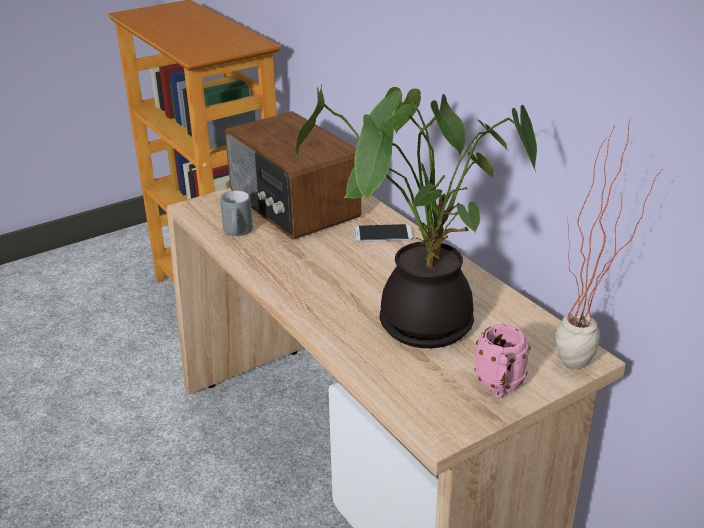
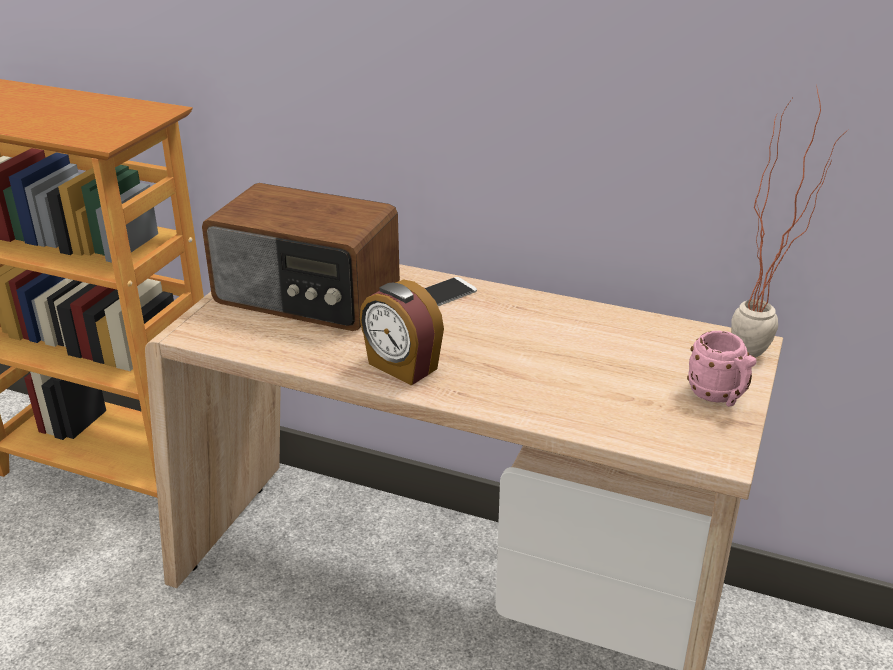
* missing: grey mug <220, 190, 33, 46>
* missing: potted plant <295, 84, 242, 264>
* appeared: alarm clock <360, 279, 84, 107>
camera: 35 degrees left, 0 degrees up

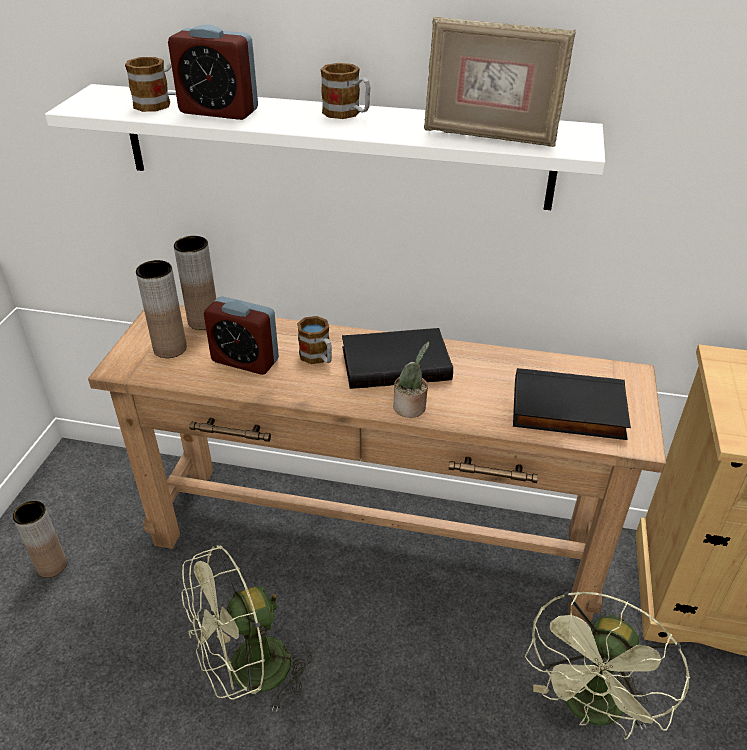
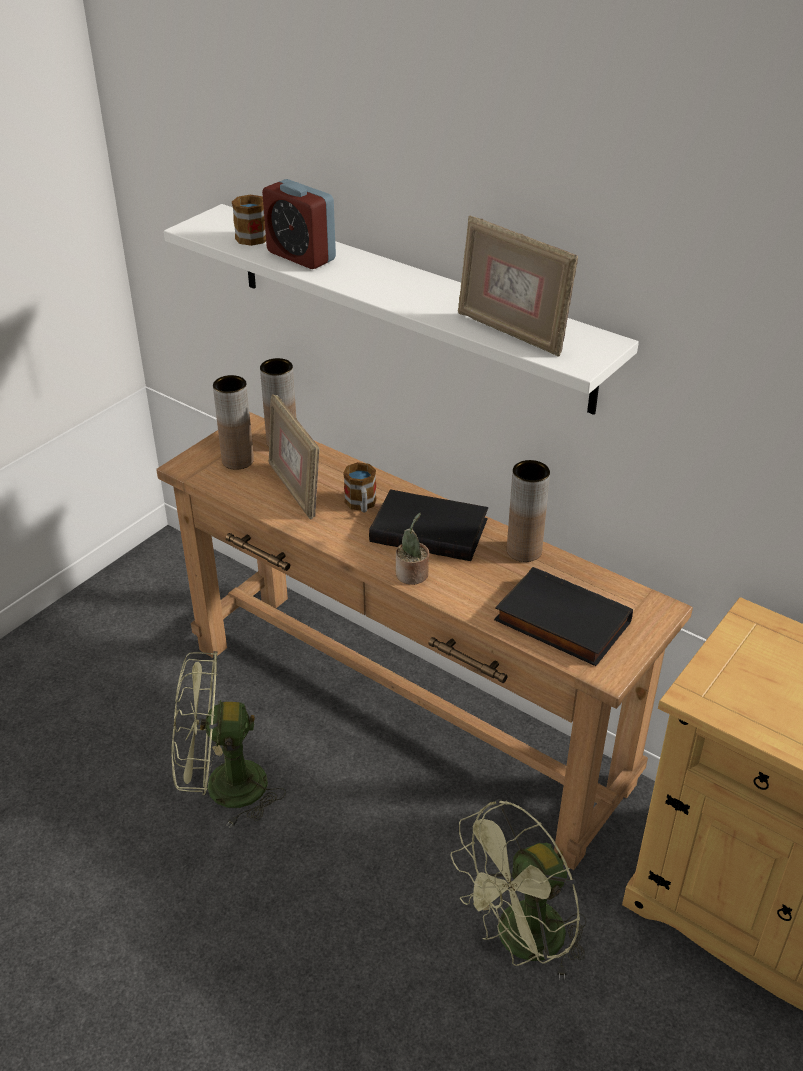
* relocated: brown vase <13, 501, 54, 77> to <507, 460, 43, 102>
* exchanged: alarm clock <204, 296, 75, 79> to picture frame <269, 394, 50, 125>
* missing: mug <320, 63, 51, 56>
camera: 25 degrees right, 0 degrees up

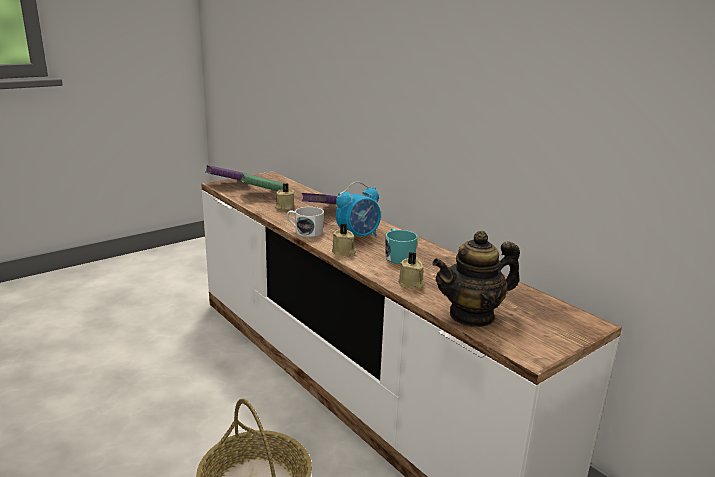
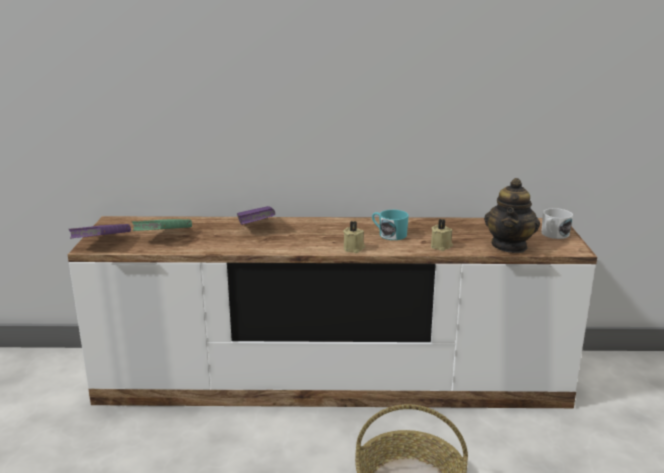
* missing: beige candle <275, 183, 19, 27>
* relocated: white mug <287, 207, 37, 30> to <541, 208, 32, 31>
* missing: alarm clock <336, 181, 45, 55>
camera: 50 degrees left, 0 degrees up

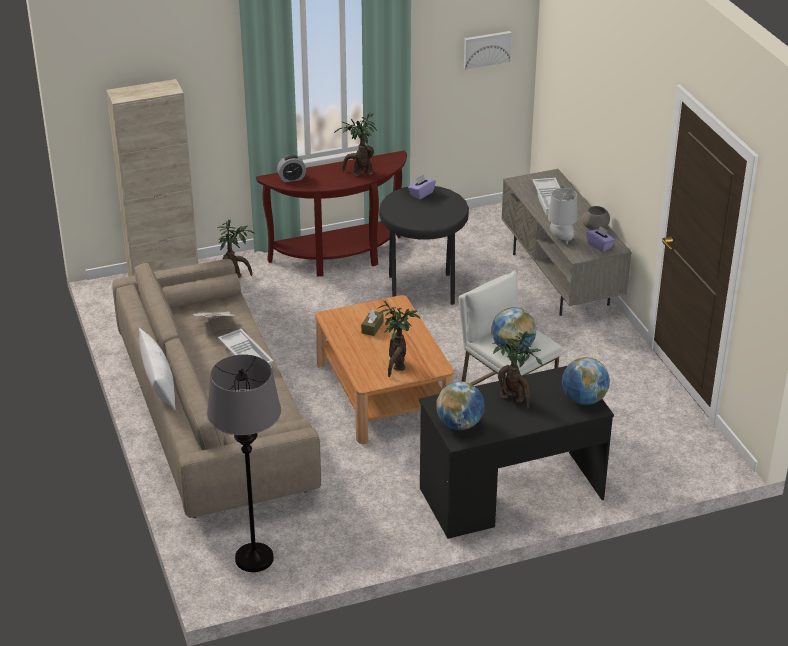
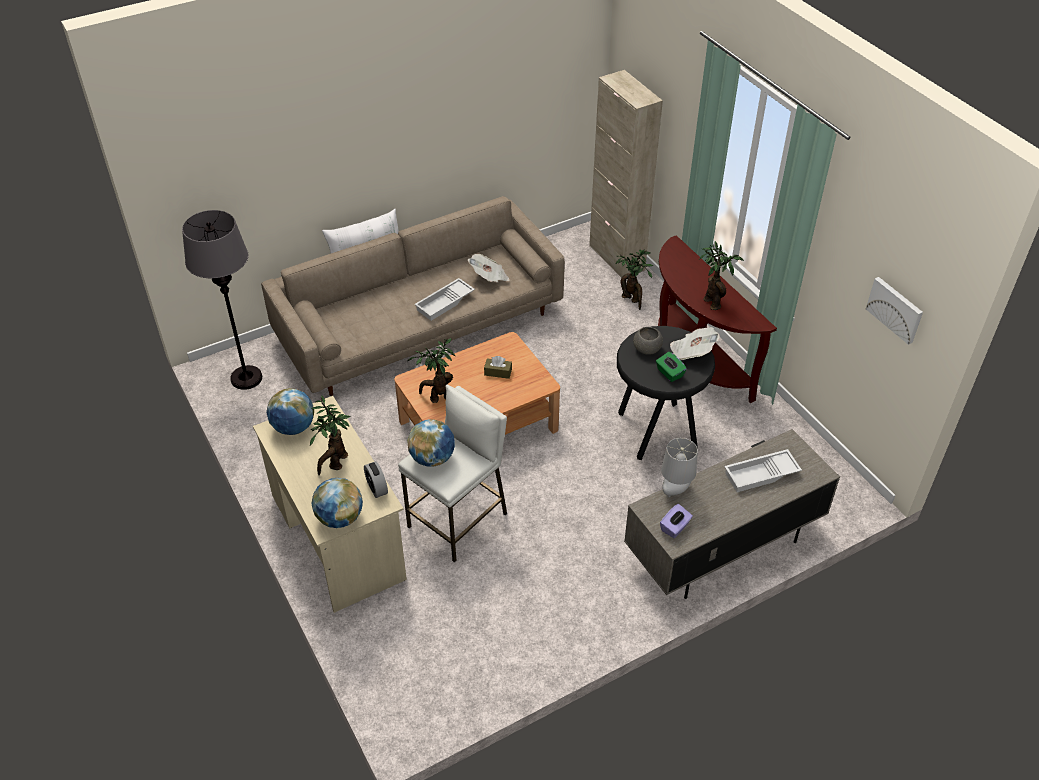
* relocated: alarm clock <277, 155, 29, 27> to <364, 461, 24, 37>
* exchanged: purple tissue box <408, 174, 28, 26> to newspaper <670, 327, 50, 33>
* colour: black desk <419, 366, 195, 173> to beige desk <253, 396, 154, 217>
* relocated: grey bowl <582, 206, 28, 24> to <633, 327, 30, 28>
* appeared: green tissue box <656, 352, 31, 30>
camera: 80 degrees right, 10 degrees up

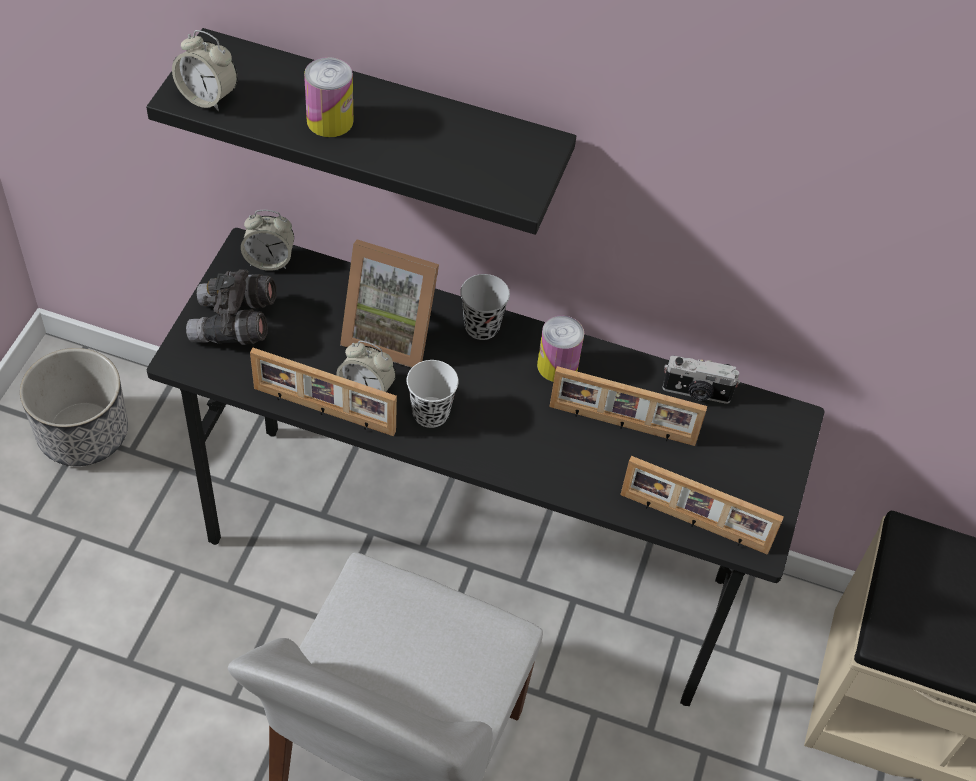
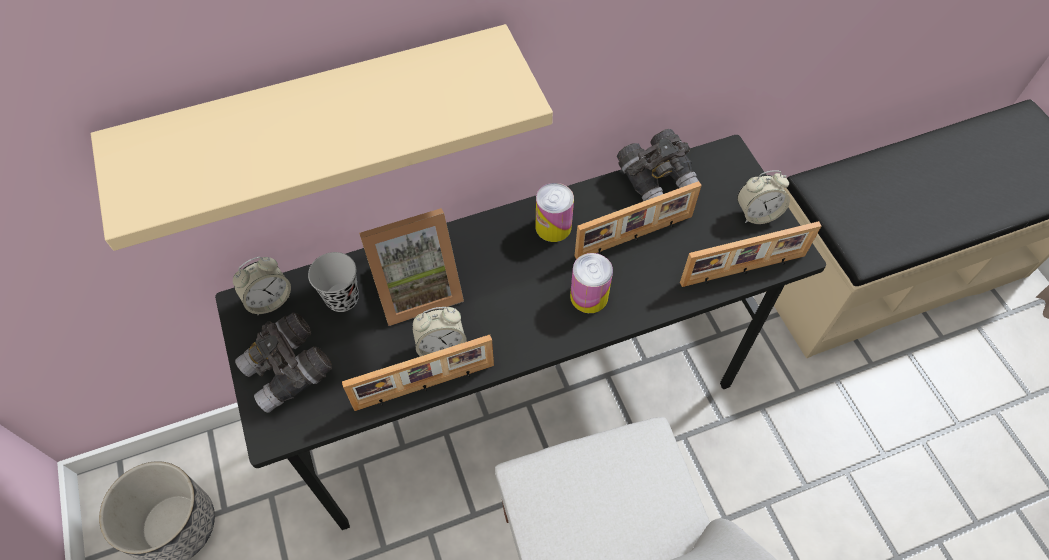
* colour: black shelf <146, 28, 430, 207> to beige shelf <91, 24, 462, 227>
* relocated: alarm clock <172, 30, 66, 81> to <737, 170, 53, 54>
* relocated: can <304, 57, 49, 80> to <570, 253, 43, 60>
* missing: white cup <407, 360, 52, 68>
* relocated: black cup <460, 274, 50, 66> to <308, 252, 51, 60>
* exchanged: photo camera <662, 355, 78, 49> to grey binoculars <617, 129, 81, 72>
camera: 35 degrees left, 5 degrees up

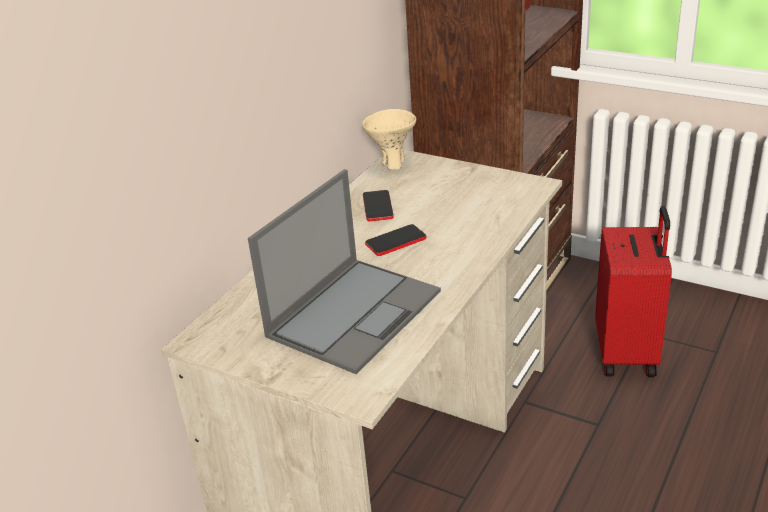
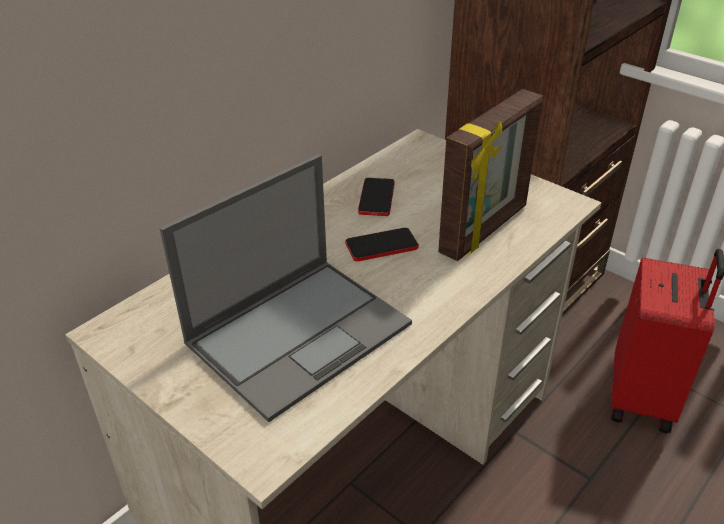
* missing: beige bowl <362, 109, 54, 61>
* appeared: picture frame <438, 89, 105, 172>
camera: 10 degrees right, 5 degrees up

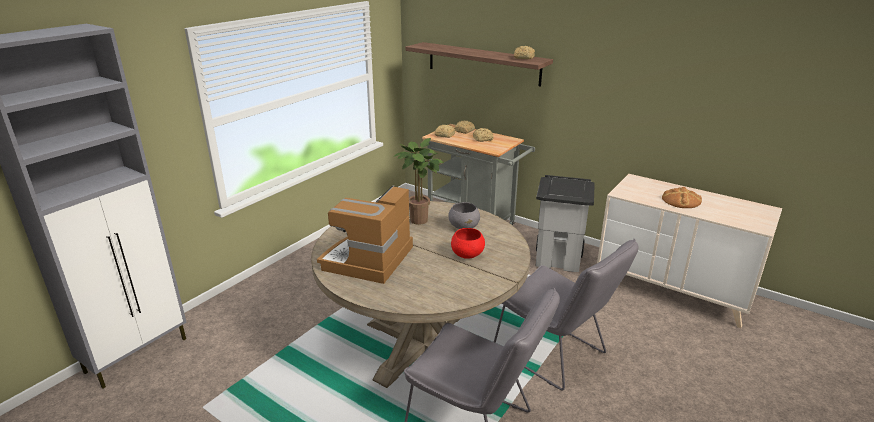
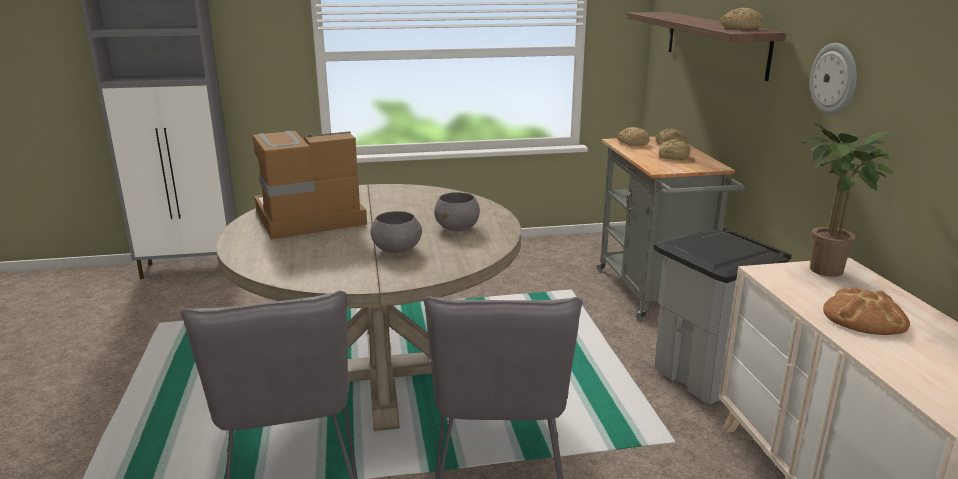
* relocated: potted plant <395, 138, 49, 87> to <802, 122, 92, 155>
* colour: red bowl <451, 228, 34, 31> to grey bowl <371, 211, 51, 42>
* appeared: wall clock <810, 43, 47, 72>
camera: 45 degrees right, 5 degrees down

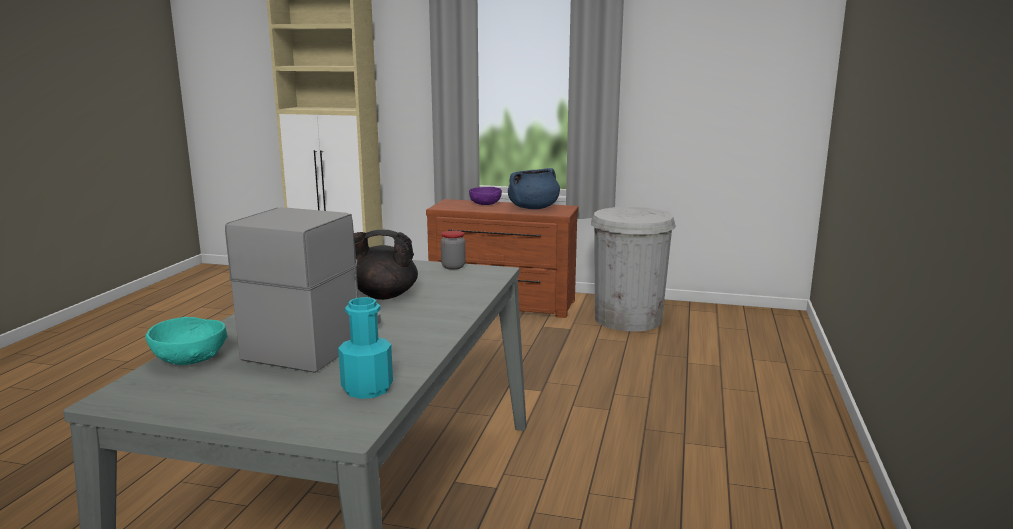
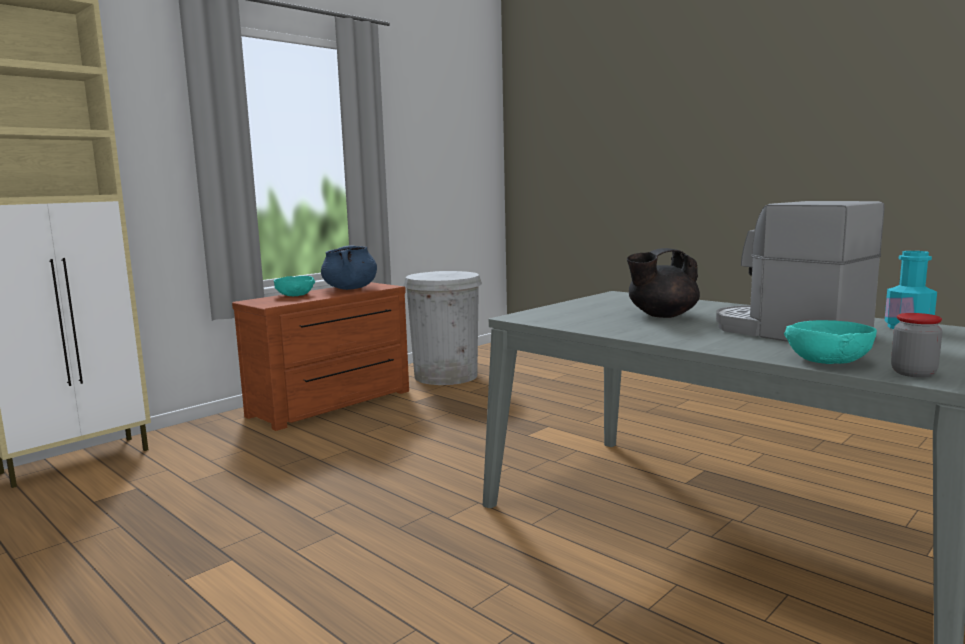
* spun: black teapot <354, 230, 64, 70> = <627, 248, 73, 70> 45 degrees clockwise
* relocated: jar <441, 231, 25, 39> to <891, 313, 52, 65>
* colour: purple bowl <469, 187, 33, 18> to turquoise bowl <274, 276, 41, 20>
camera: 60 degrees left, 5 degrees down

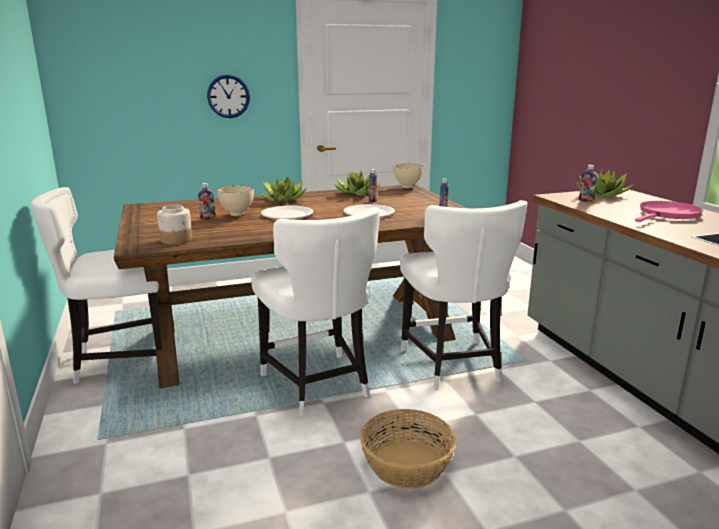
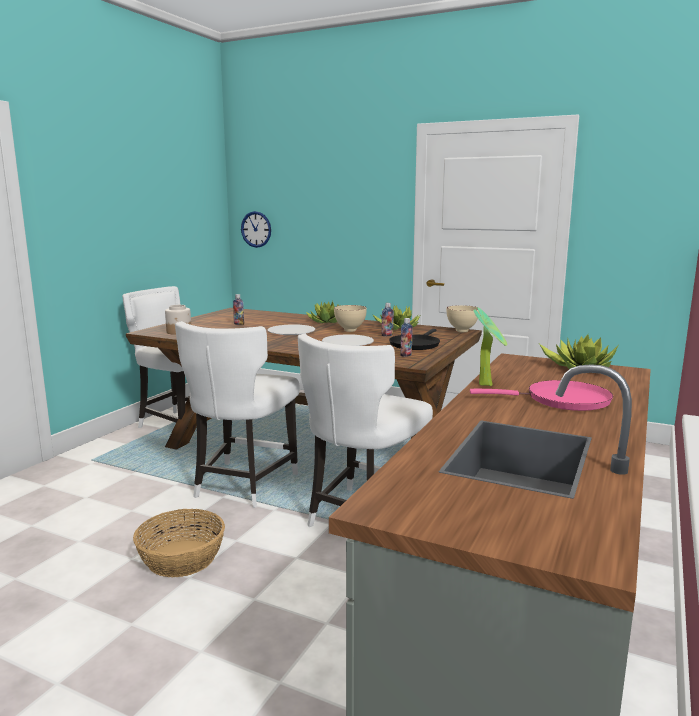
* relocated: wall clock <207, 75, 43, 43> to <241, 211, 30, 37>
* relocated: beige bowl <217, 186, 37, 30> to <334, 305, 33, 27>
* missing: bottle <579, 165, 18, 37>
* appeared: black frying pan <389, 329, 51, 21>
* appeared: potted plant <473, 307, 34, 79>
camera: 45 degrees right, 5 degrees down

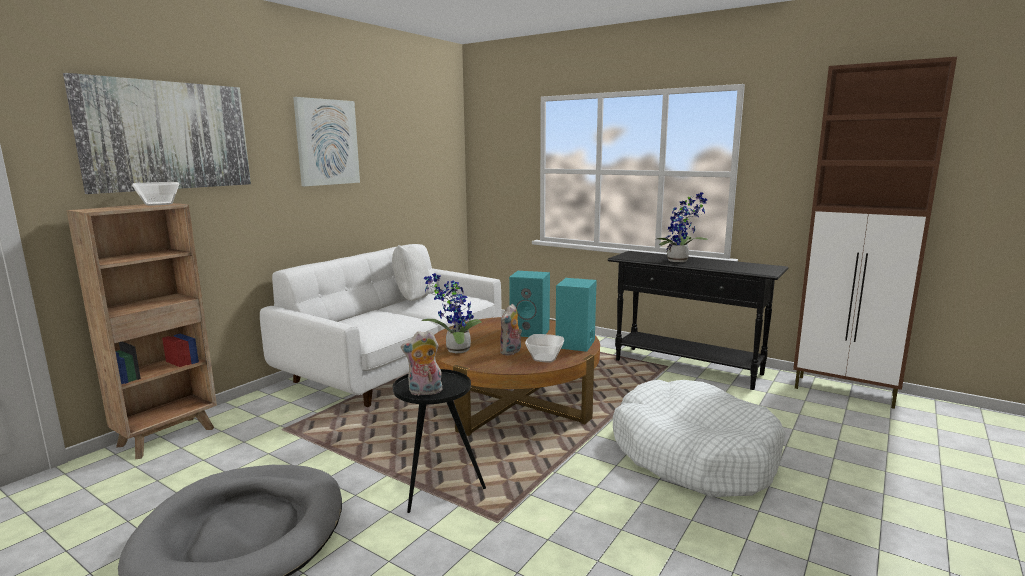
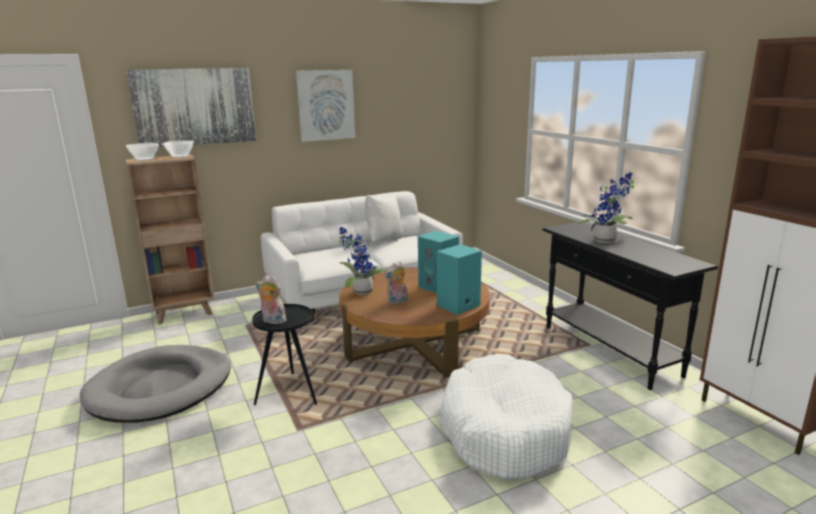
* relocated: bowl <525, 334, 39, 28> to <126, 143, 33, 18>
camera: 30 degrees right, 5 degrees up

